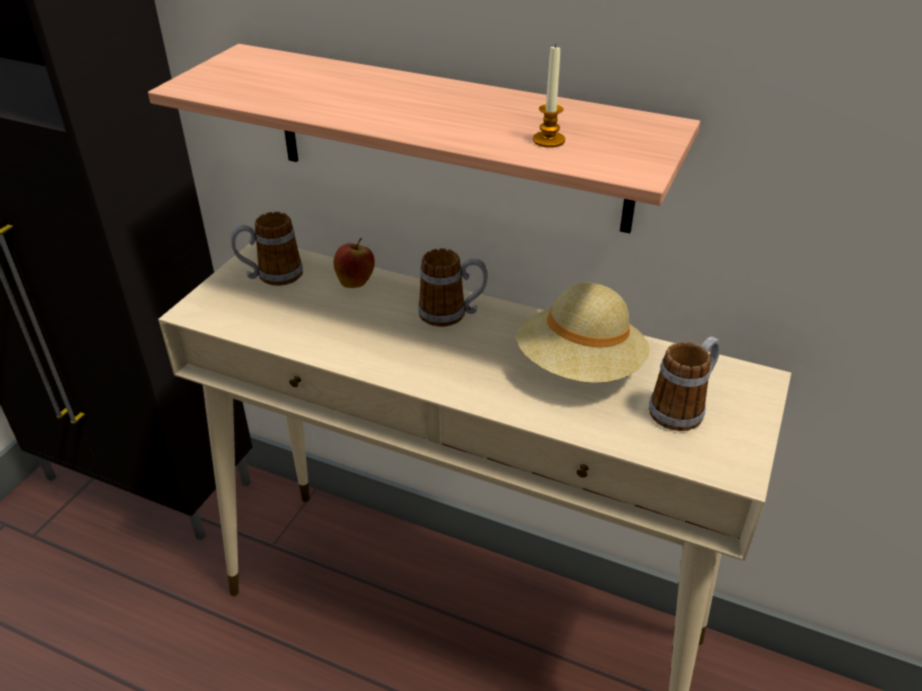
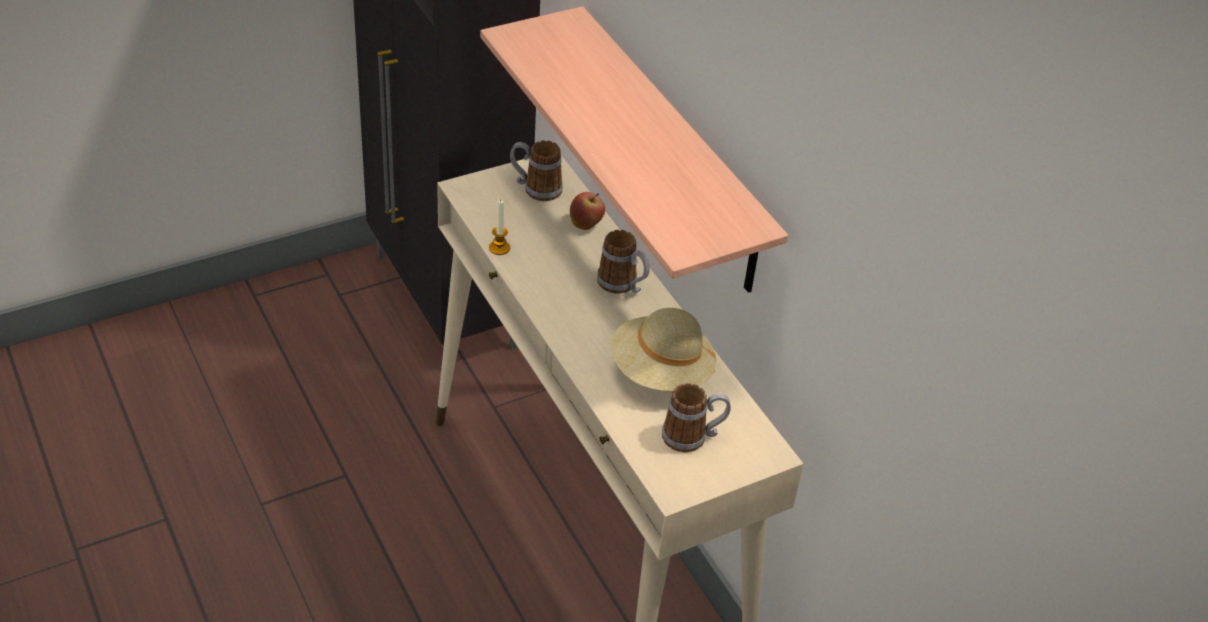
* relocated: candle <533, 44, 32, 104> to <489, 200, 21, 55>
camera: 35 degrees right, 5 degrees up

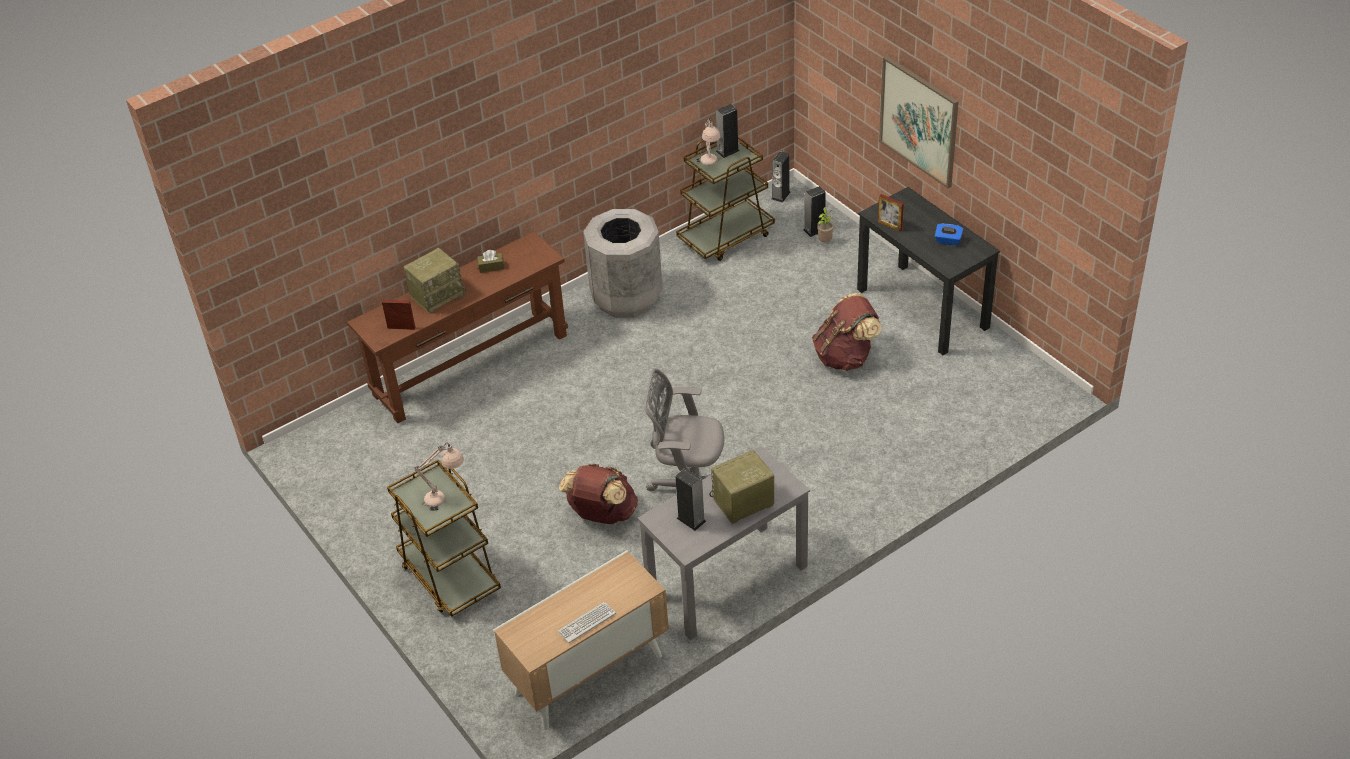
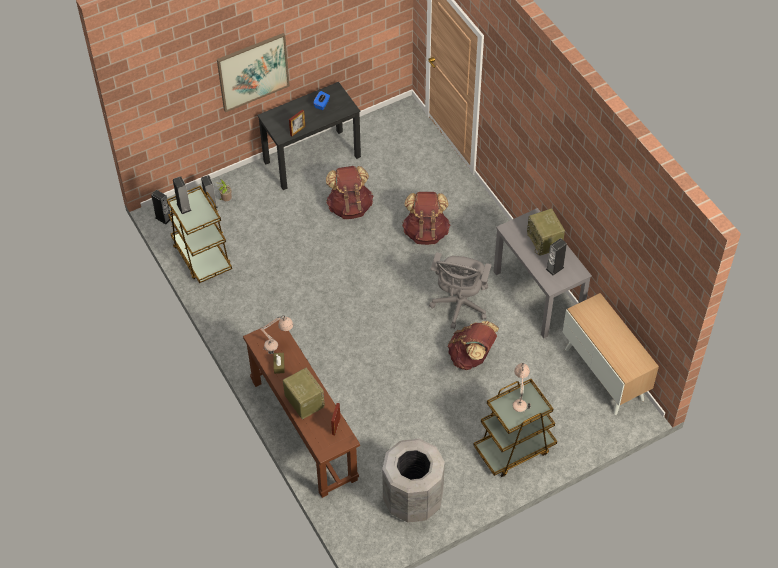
* missing: keyboard <557, 602, 59, 41>
* relocated: grey trash can <583, 209, 80, 109> to <382, 439, 63, 84>
* relocated: beige table lamp <696, 118, 24, 47> to <260, 315, 33, 39>
* appeared: brown backpack <402, 192, 48, 53>
camera: 85 degrees left, 10 degrees up

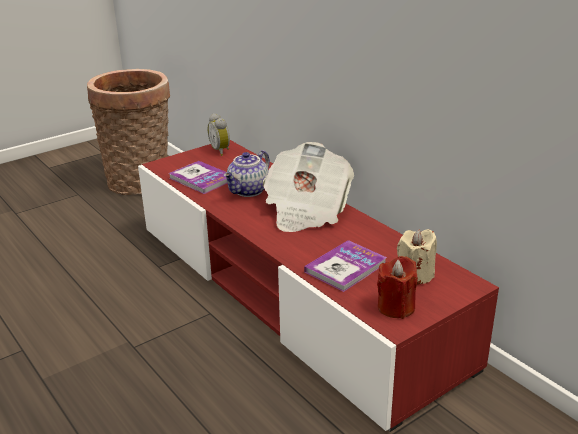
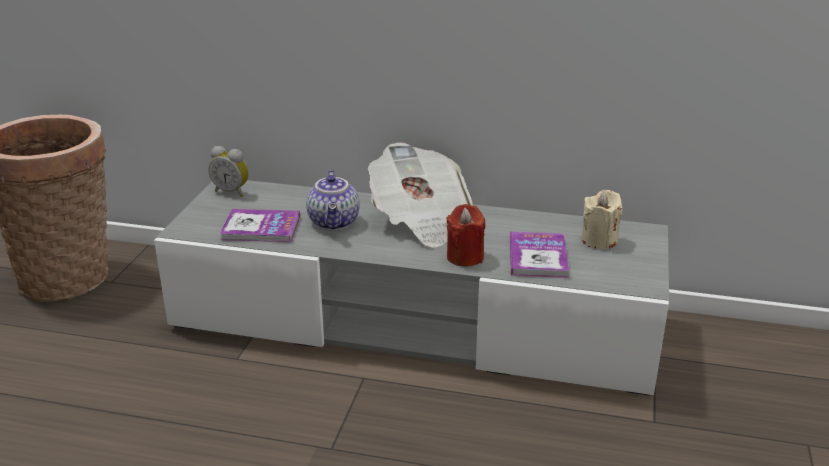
* colour: red tv stand <138, 140, 361, 292> to grey tv stand <154, 180, 515, 216>
* relocated: red candle <377, 256, 41, 63> to <446, 204, 40, 62>
camera: 40 degrees left, 0 degrees up

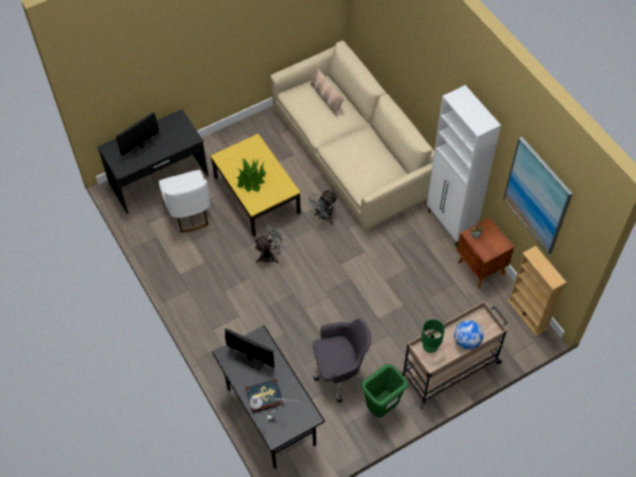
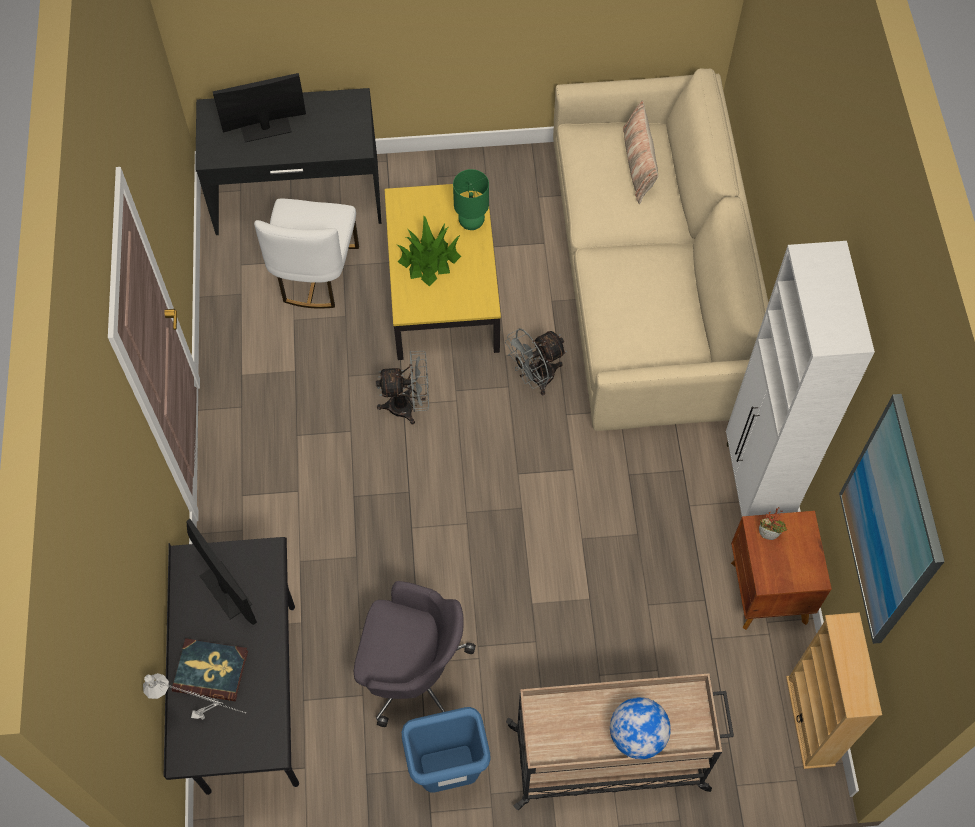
* colour: green trash can <361, 364, 47, 54> to blue trash can <402, 707, 89, 85>
* relocated: green table lamp <421, 319, 24, 34> to <453, 169, 36, 61>
camera: 25 degrees right, 5 degrees up

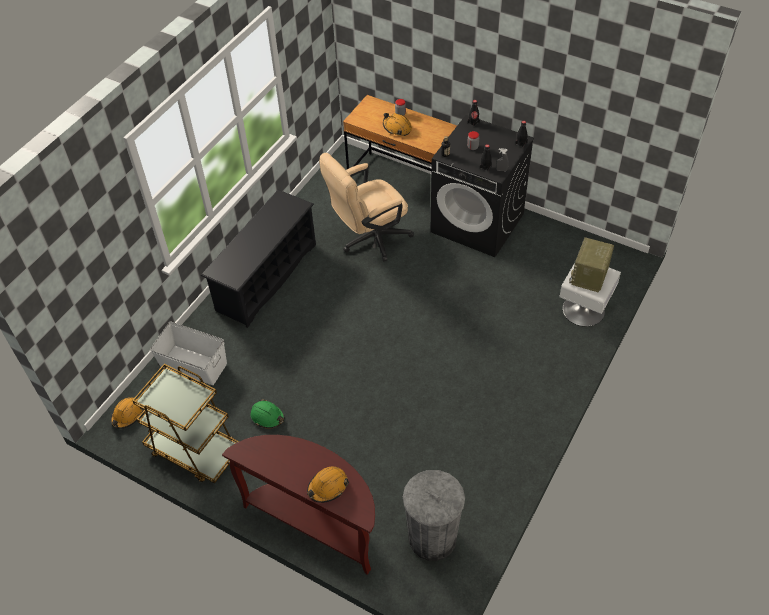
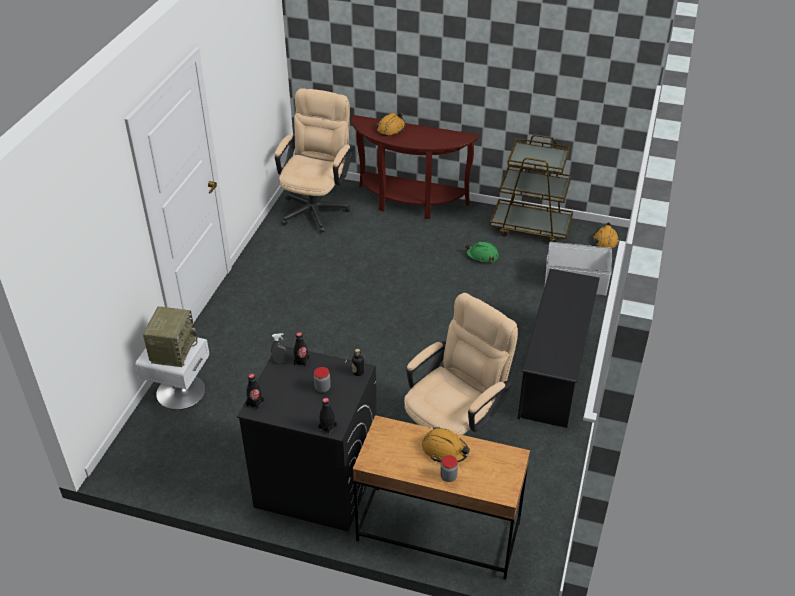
* exchanged: grey trash can <403, 470, 62, 91> to beige office chair <275, 88, 79, 145>
camera: 165 degrees right, 10 degrees down

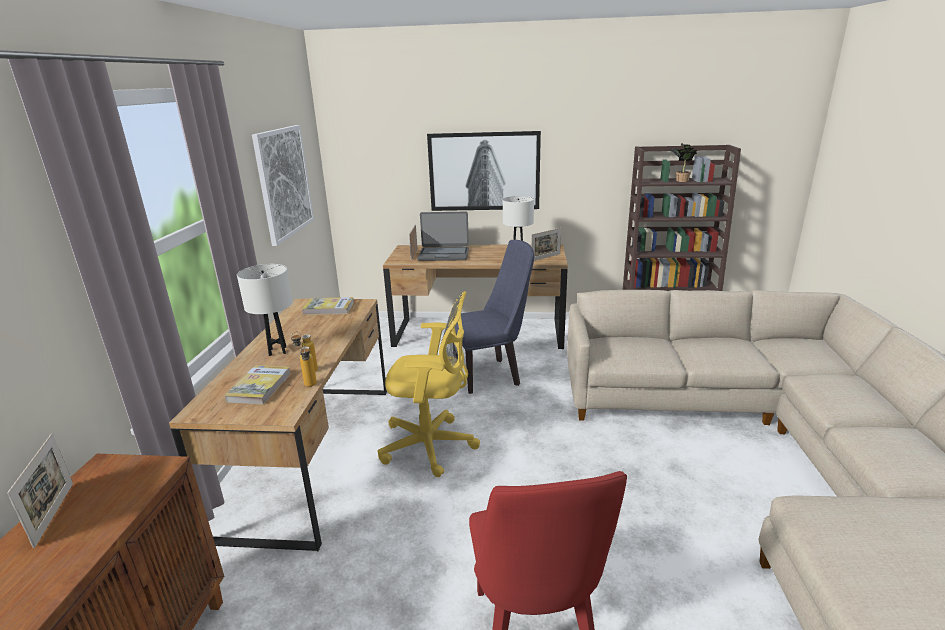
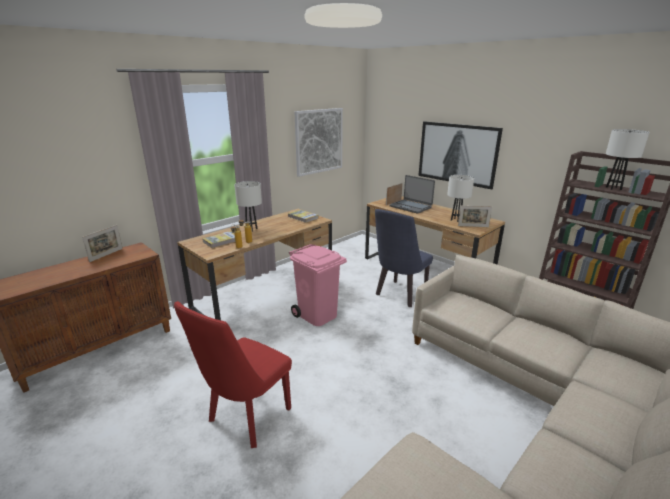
* exchanged: yellow office chair <378, 291, 102, 186> to pink trash can <289, 244, 58, 82>
* spun: blue chair <455, 240, 79, 154> = <375, 209, 58, 98> 105 degrees clockwise
* exchanged: potted plant <670, 143, 28, 39> to white table lamp <606, 129, 44, 61>
camera: 40 degrees right, 0 degrees up

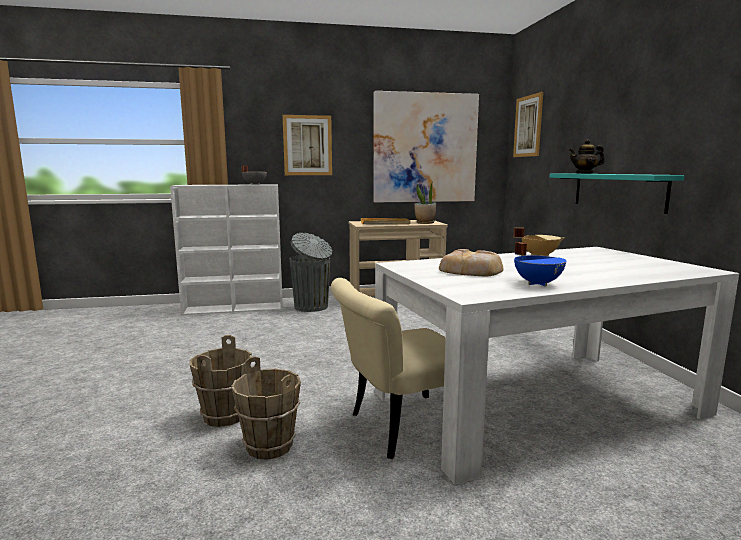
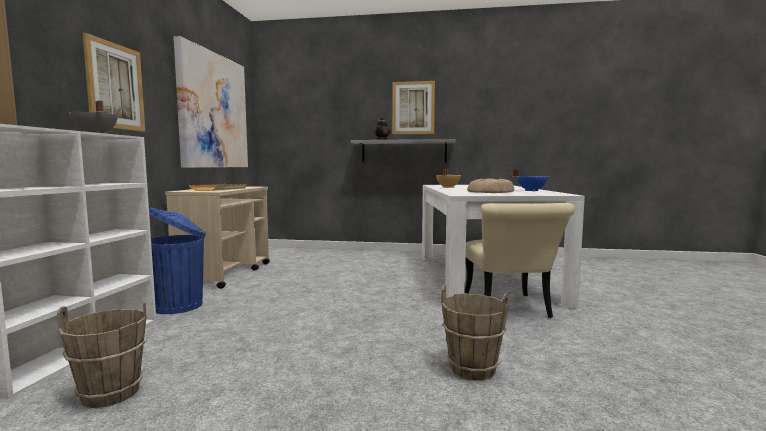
* relocated: brown bucket <231, 356, 70, 104> to <57, 297, 90, 111>
* colour: grey trash can <289, 233, 43, 79> to blue trash can <149, 207, 57, 107>
* missing: potted plant <414, 183, 22, 41>
* relocated: picture <513, 92, 30, 65> to <392, 81, 43, 53>
* colour: turquoise shelf <549, 174, 135, 40> to grey shelf <350, 139, 106, 24>
camera: 70 degrees left, 5 degrees down

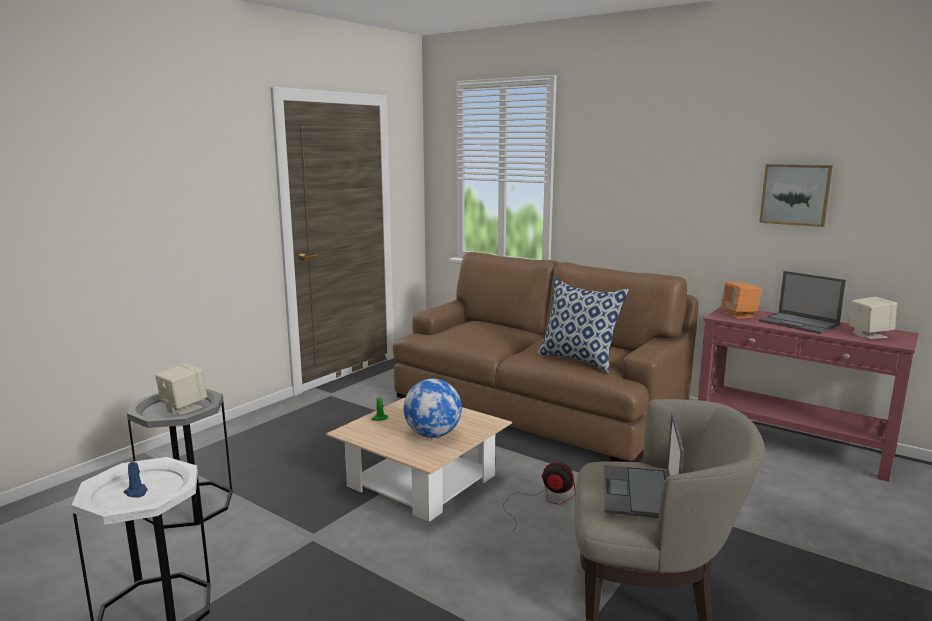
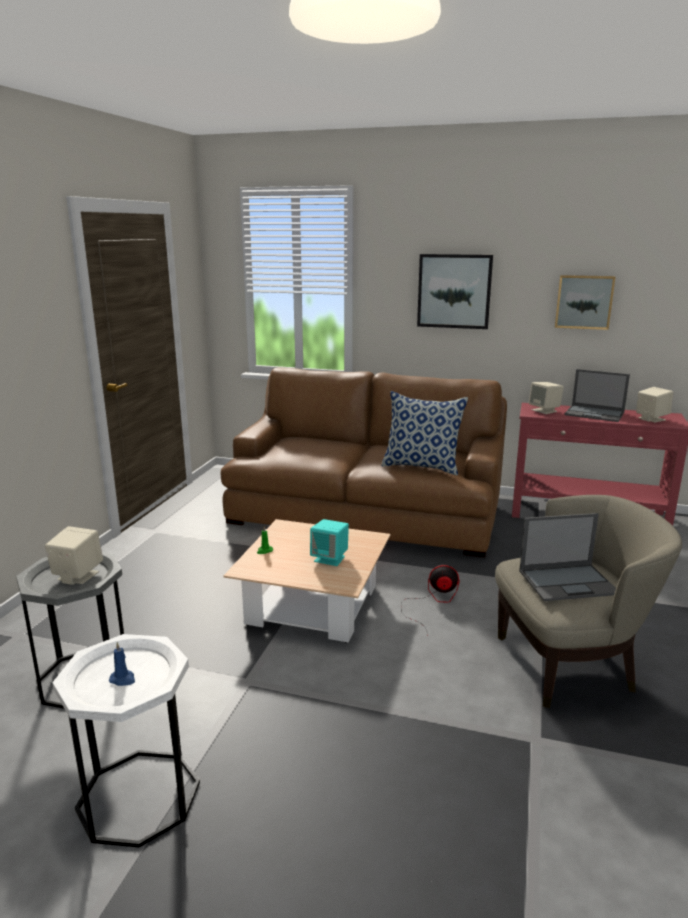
* exchanged: globe <404, 379, 58, 59> to turquoise speaker <310, 519, 39, 47>
* spun: laptop <604, 412, 80, 106> = <519, 513, 97, 88> 90 degrees counterclockwise
* colour: orange speaker <721, 282, 41, 37> to beige speaker <529, 382, 35, 32>
* appeared: picture <417, 254, 76, 75>
camera: 20 degrees left, 5 degrees up

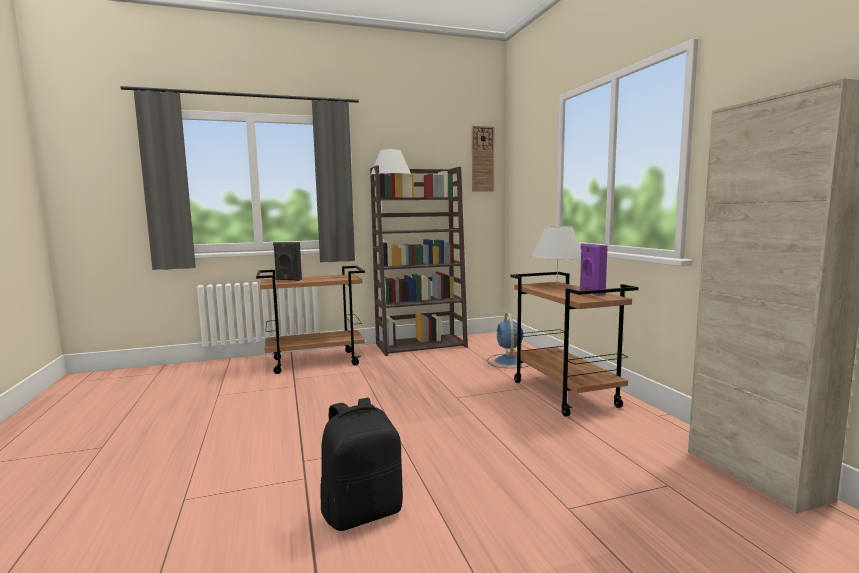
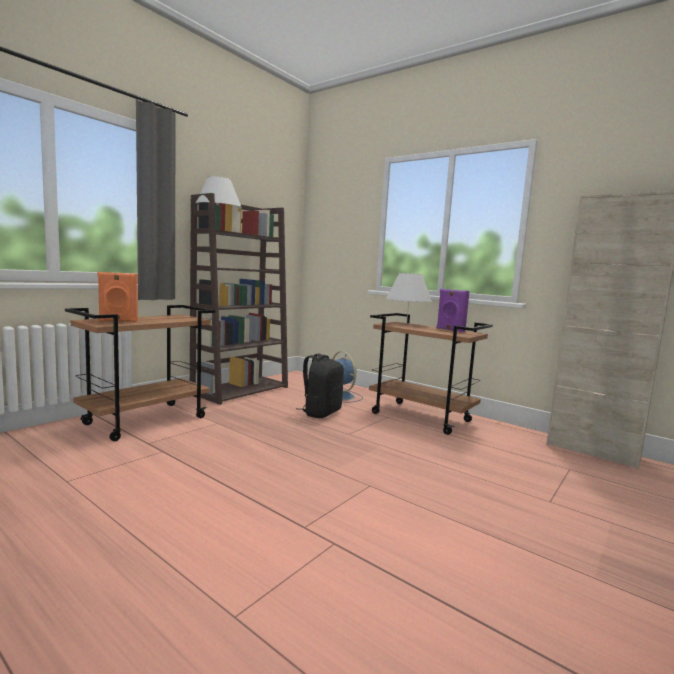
* colour: black speaker <273, 242, 29, 39> to orange speaker <97, 272, 41, 50>
* relocated: black backpack <320, 398, 83, 133> to <296, 353, 48, 65>
* missing: wall clock <472, 126, 22, 65>
camera: 35 degrees left, 0 degrees up

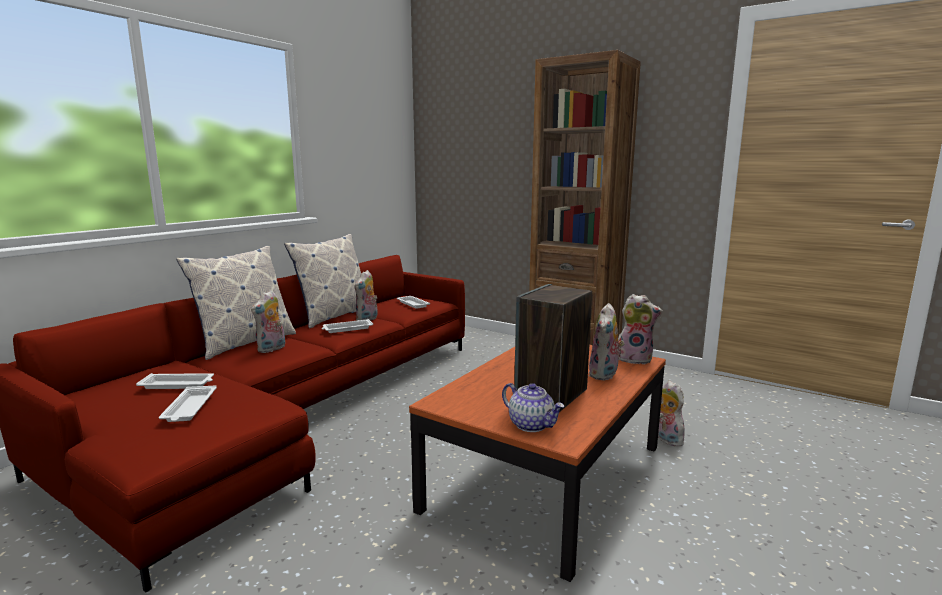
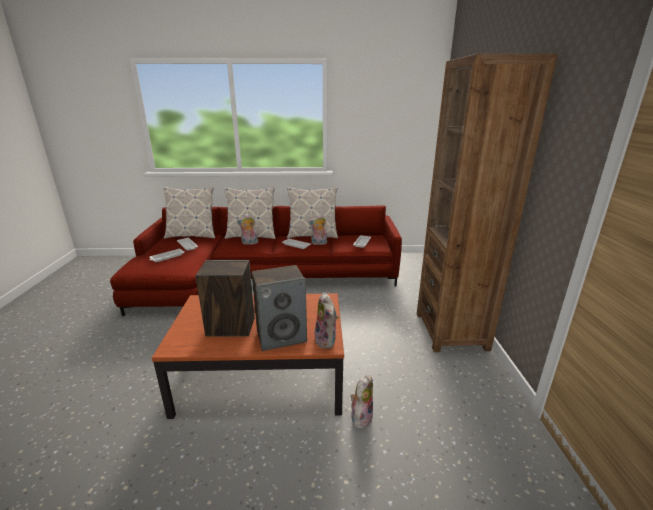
* missing: teapot <502, 383, 63, 49>
* exchanged: plush toy <589, 303, 36, 78> to speaker <252, 265, 55, 86>
* appeared: pillow <163, 187, 52, 52>
camera: 55 degrees right, 10 degrees up

